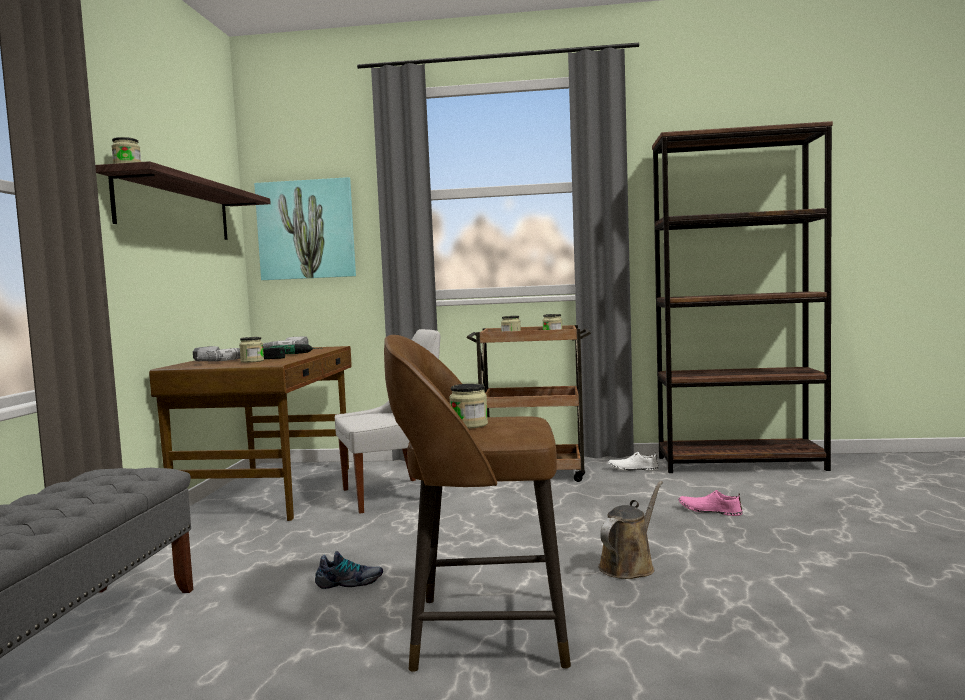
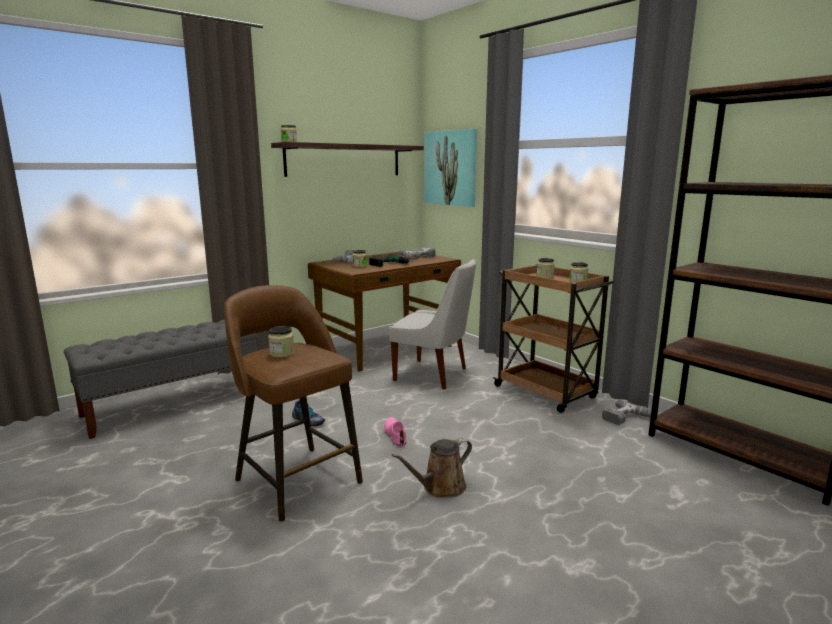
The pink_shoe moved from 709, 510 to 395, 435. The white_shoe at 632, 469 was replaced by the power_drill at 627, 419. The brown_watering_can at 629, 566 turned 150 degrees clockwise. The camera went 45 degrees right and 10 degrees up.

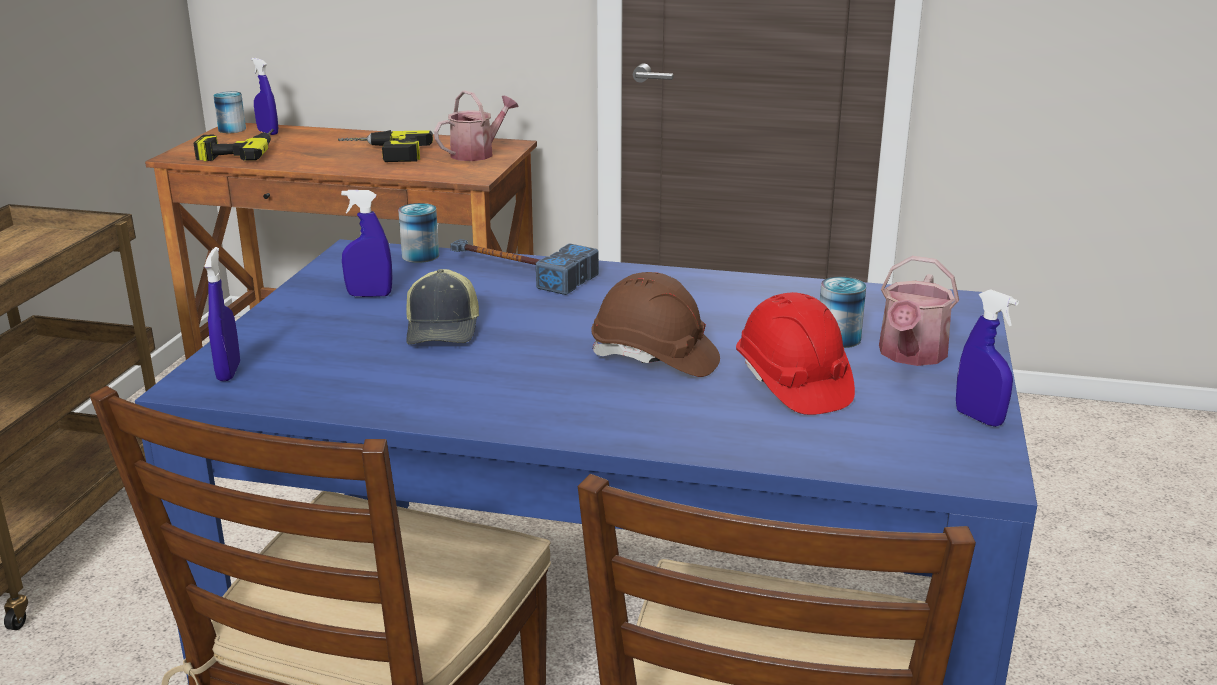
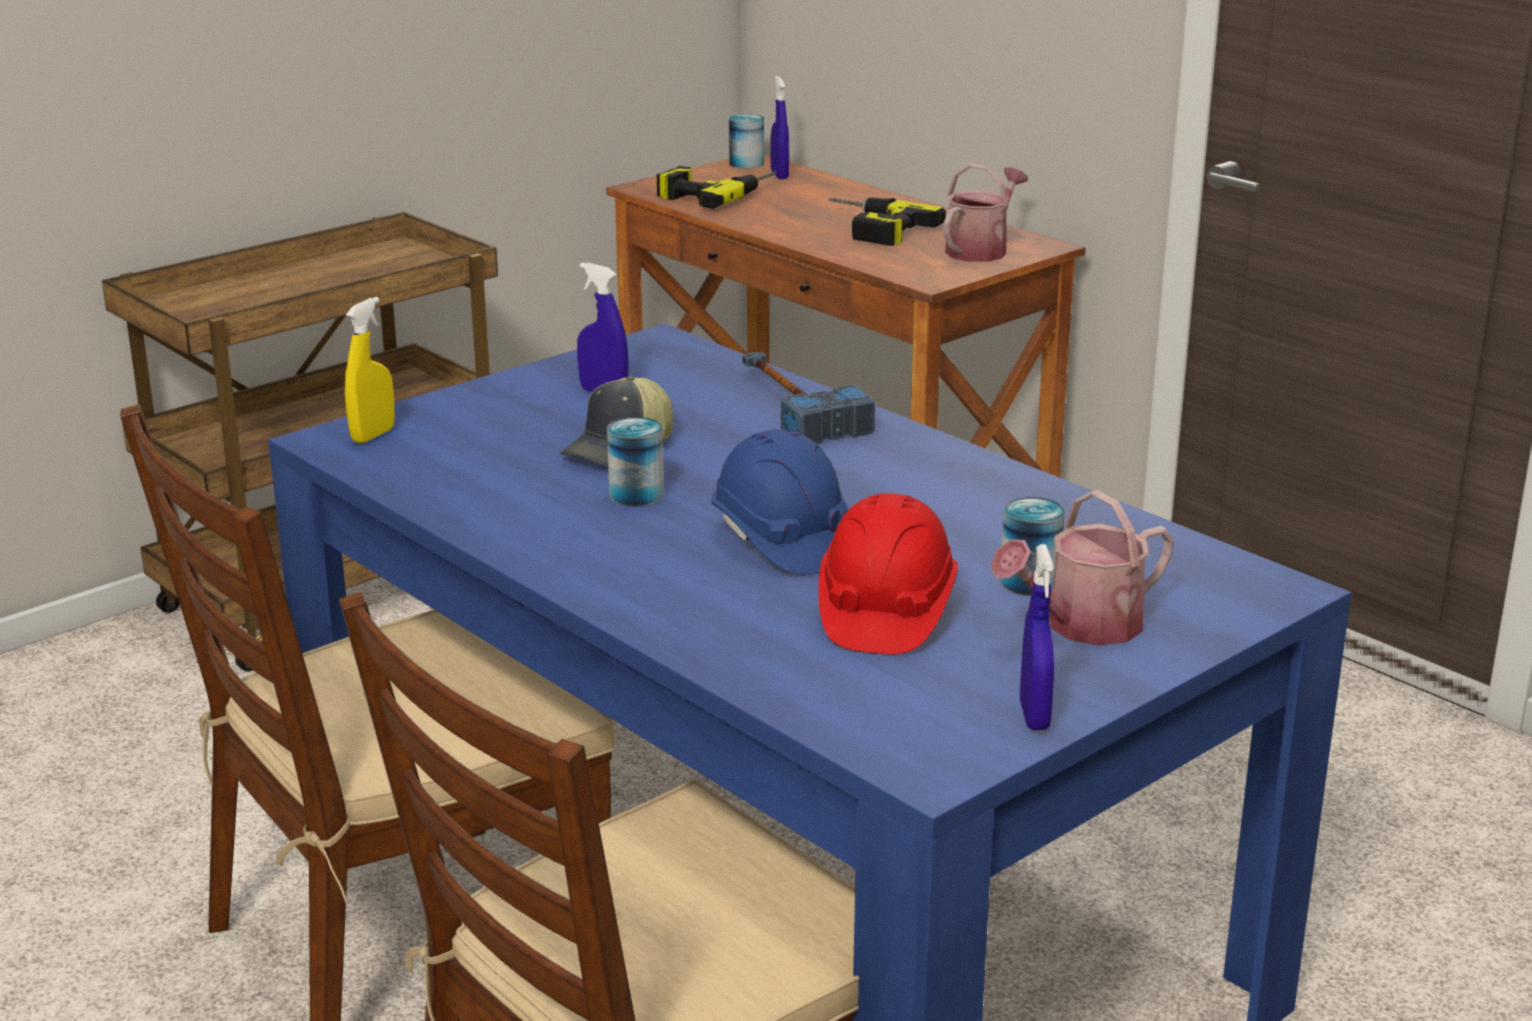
The can moved from 420, 256 to 636, 495. The blue_spray_bottle at 228, 372 became the yellow_spray_bottle at 373, 435. The brown_hard_hat at 654, 358 became the blue_hard_hat at 782, 541. The watering_can at 477, 153 turned 45 degrees counterclockwise. The camera went 35 degrees right and 0 degrees up.

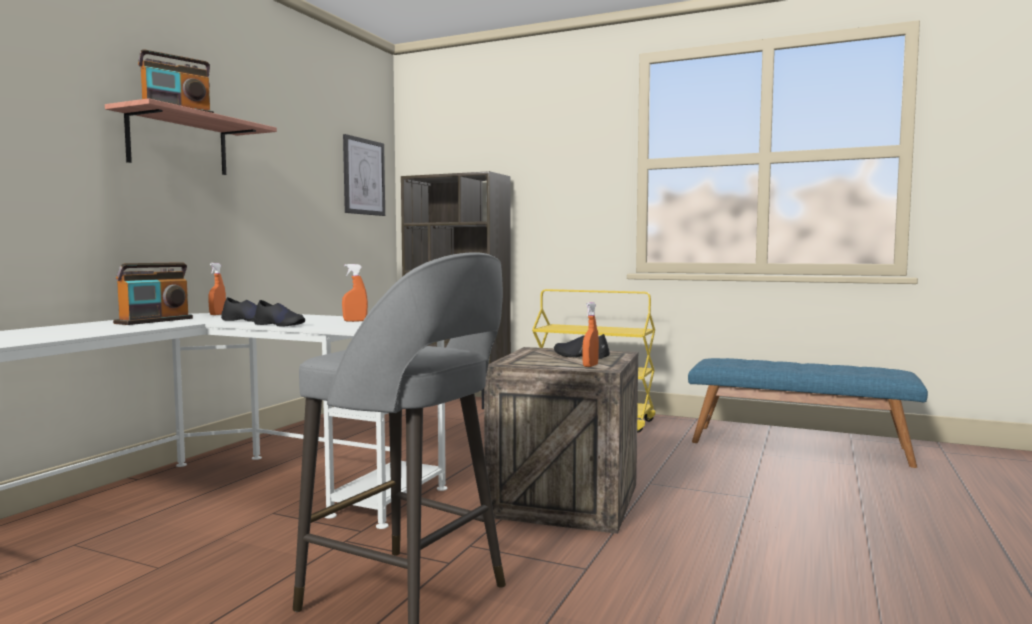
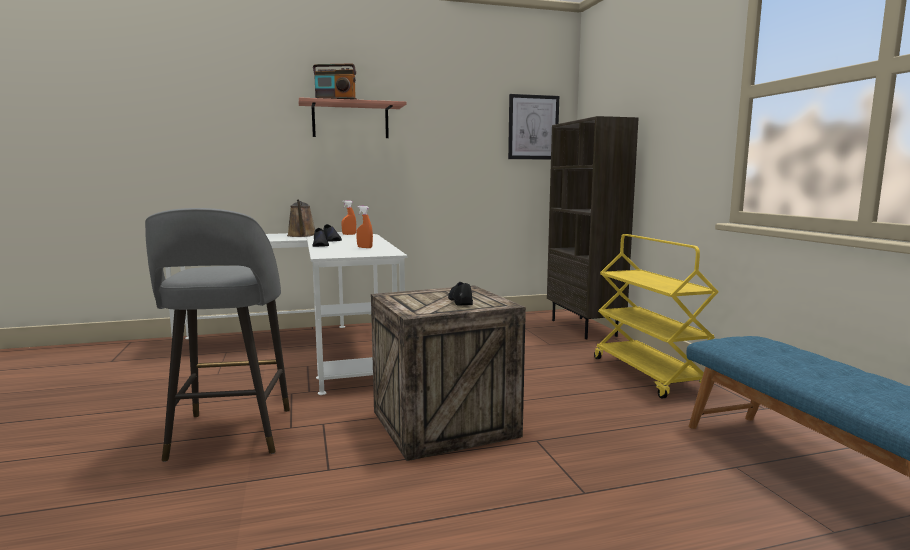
The orange_spray_bottle at 590, 366 disappeared. The radio at 154, 321 was replaced by the brown_watering_can at 302, 235. The camera went 50 degrees right and 5 degrees up.

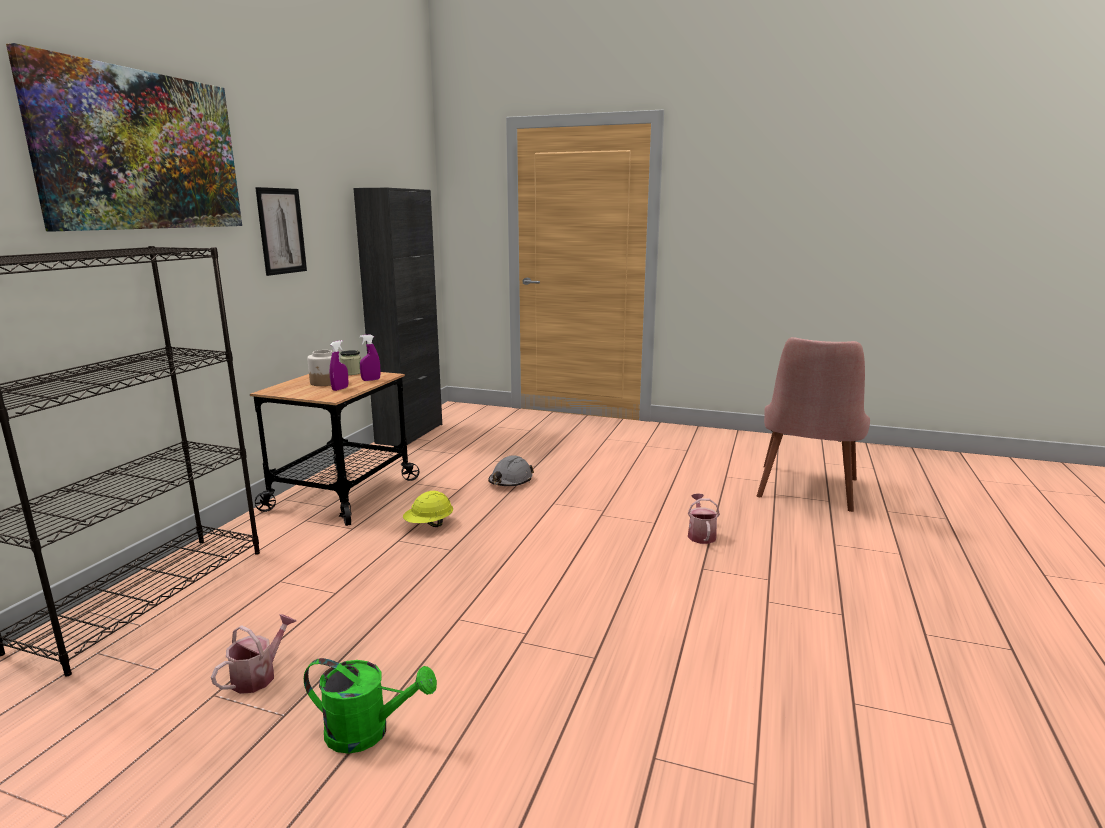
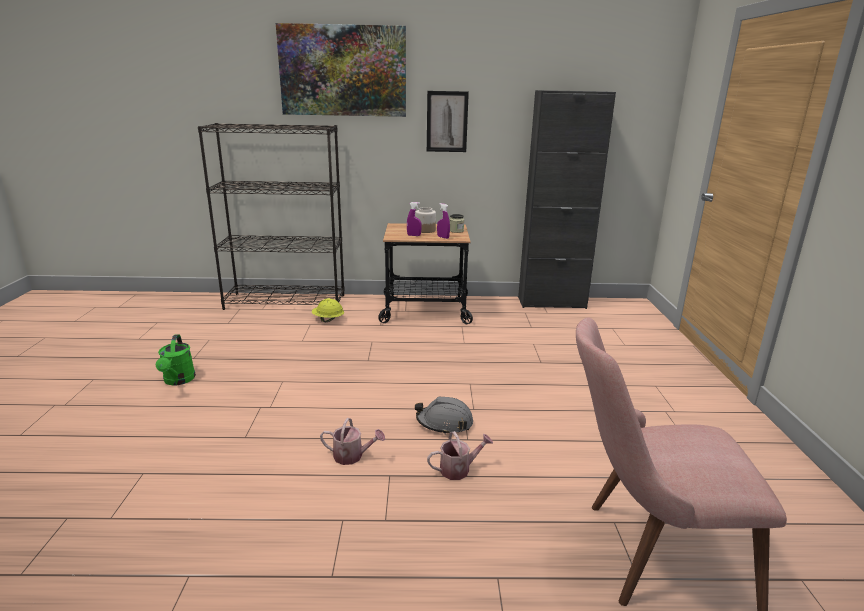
The watering_can moved from 258, 675 to 352, 456. The yellow_hard_hat moved from 429, 525 to 328, 320. The grey_hard_hat moved from 510, 481 to 444, 423. The camera went 70 degrees right and 5 degrees up.

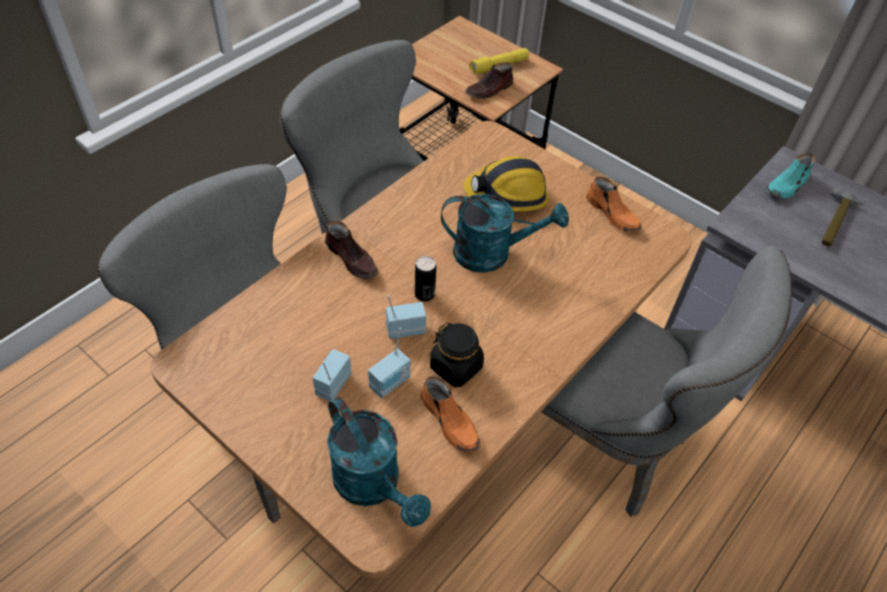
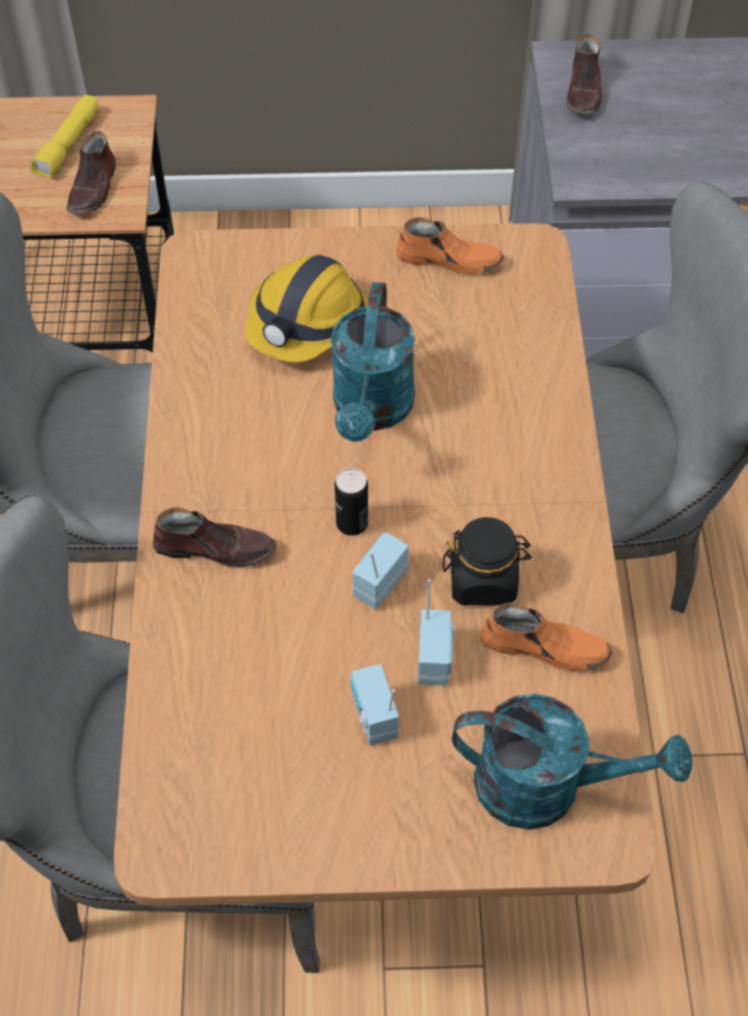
The hammer at 835, 223 disappeared. The turquoise_shoe at 787, 186 became the brown_shoe at 584, 91. The turquoise_watering_can at 492, 253 turned 135 degrees clockwise. The camera went 40 degrees left and 5 degrees up.

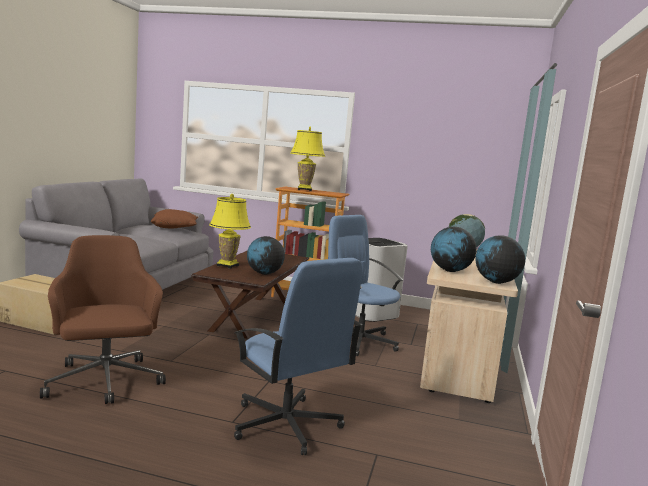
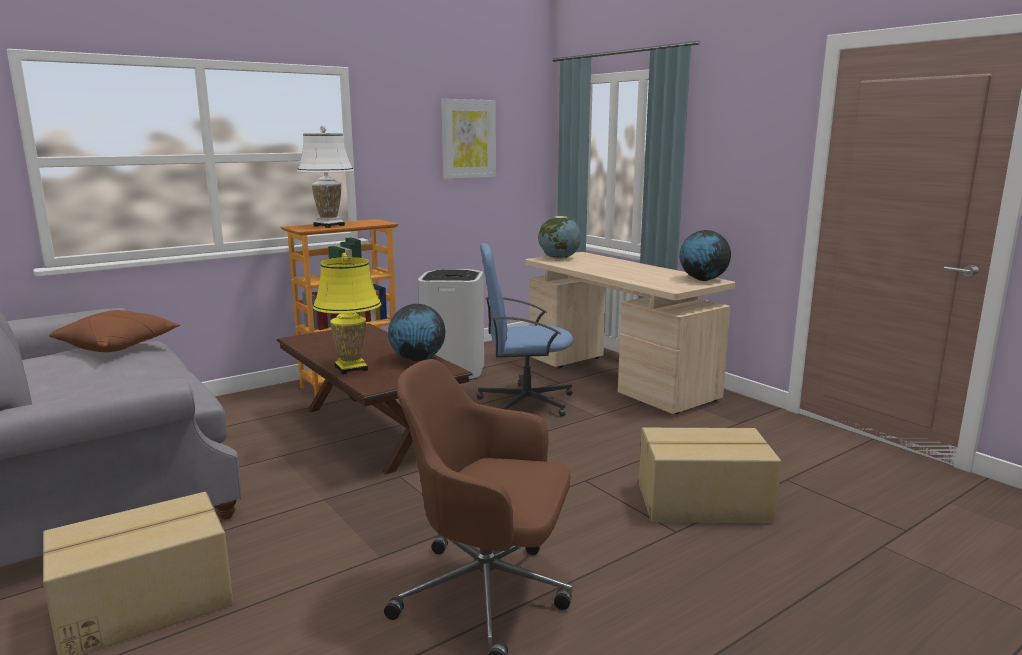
The globe at 450, 270 disappeared. The picture at 468, 139 appeared. The blue_office_chair at 286, 425 was replaced by the cardboard_box at 704, 504. The yellow_table_lamp at 304, 190 became the white_table_lamp at 329, 226. The camera went 50 degrees left and 5 degrees up.

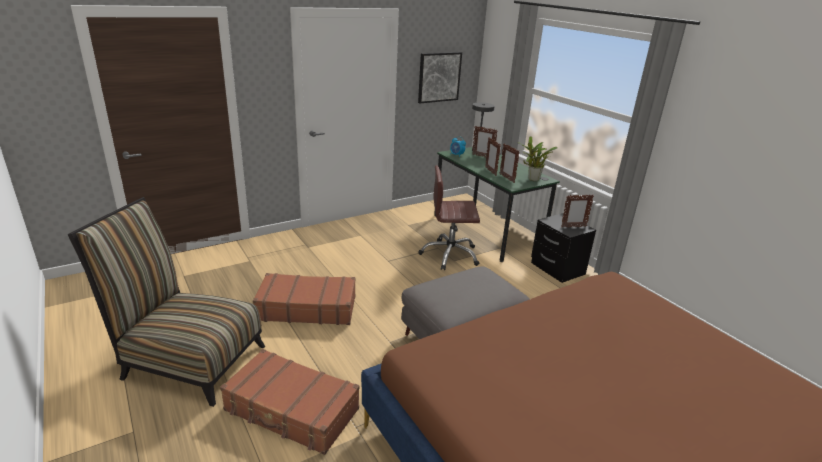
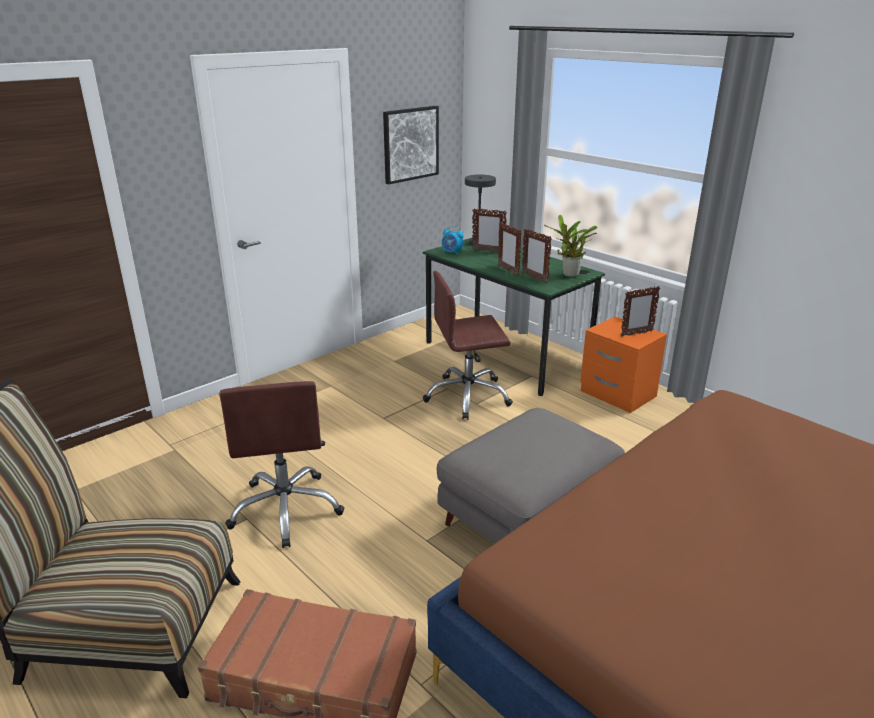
The brown_suitcase at 307, 308 was replaced by the brown_office_chair at 286, 509. The black_nightstand at 556, 269 became the orange_nightstand at 617, 394. The camera went 10 degrees left and 0 degrees up.

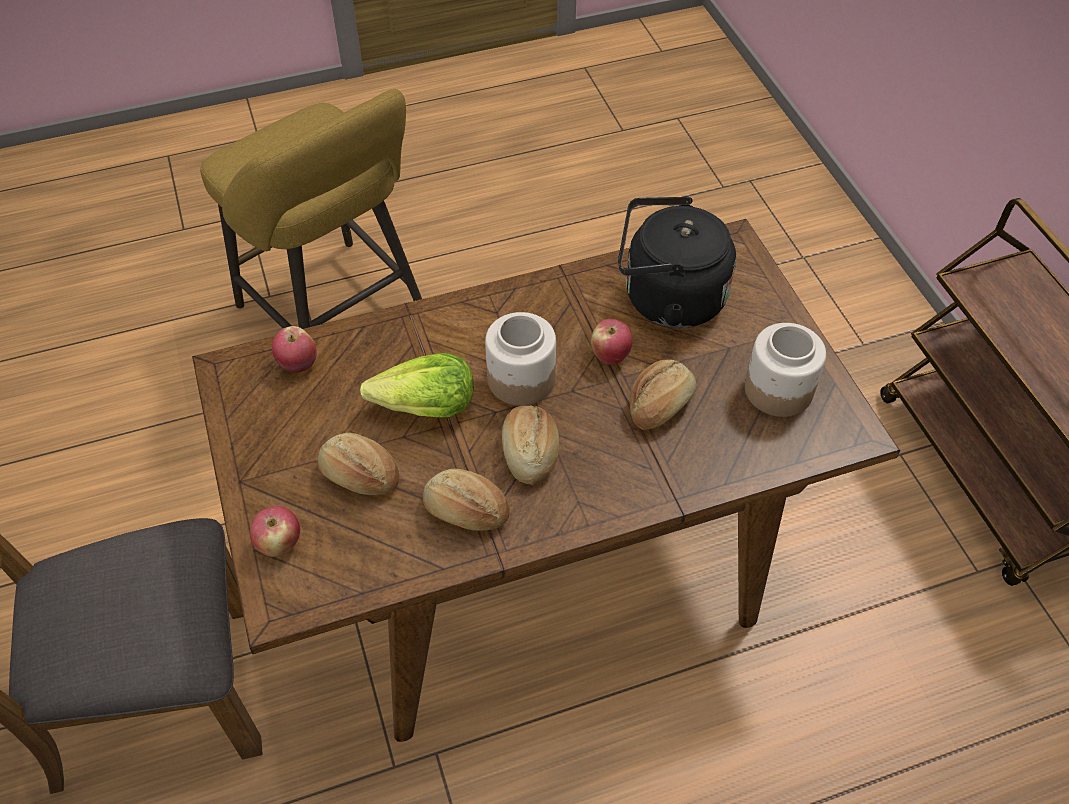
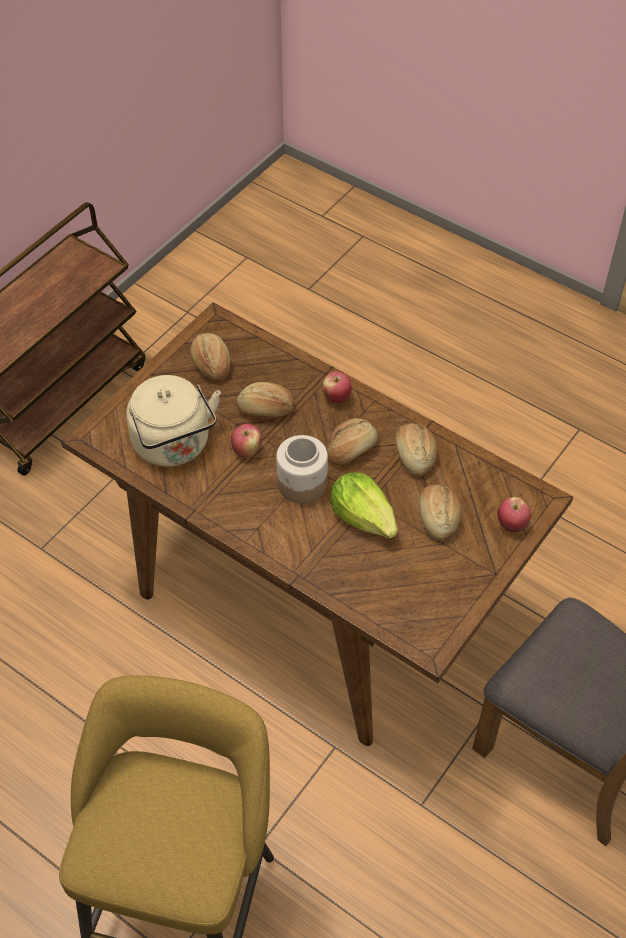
The apple moved from 298, 364 to 336, 397. The jar at 777, 390 was replaced by the bread at 211, 364. The black_kettle at 667, 299 became the beige_kettle at 174, 446. The camera went 125 degrees left and 0 degrees up.

